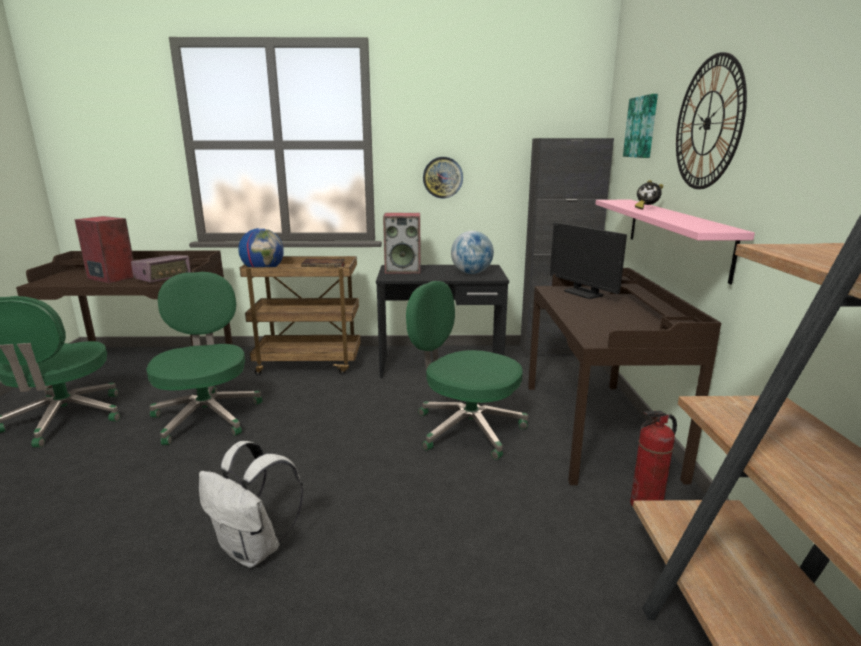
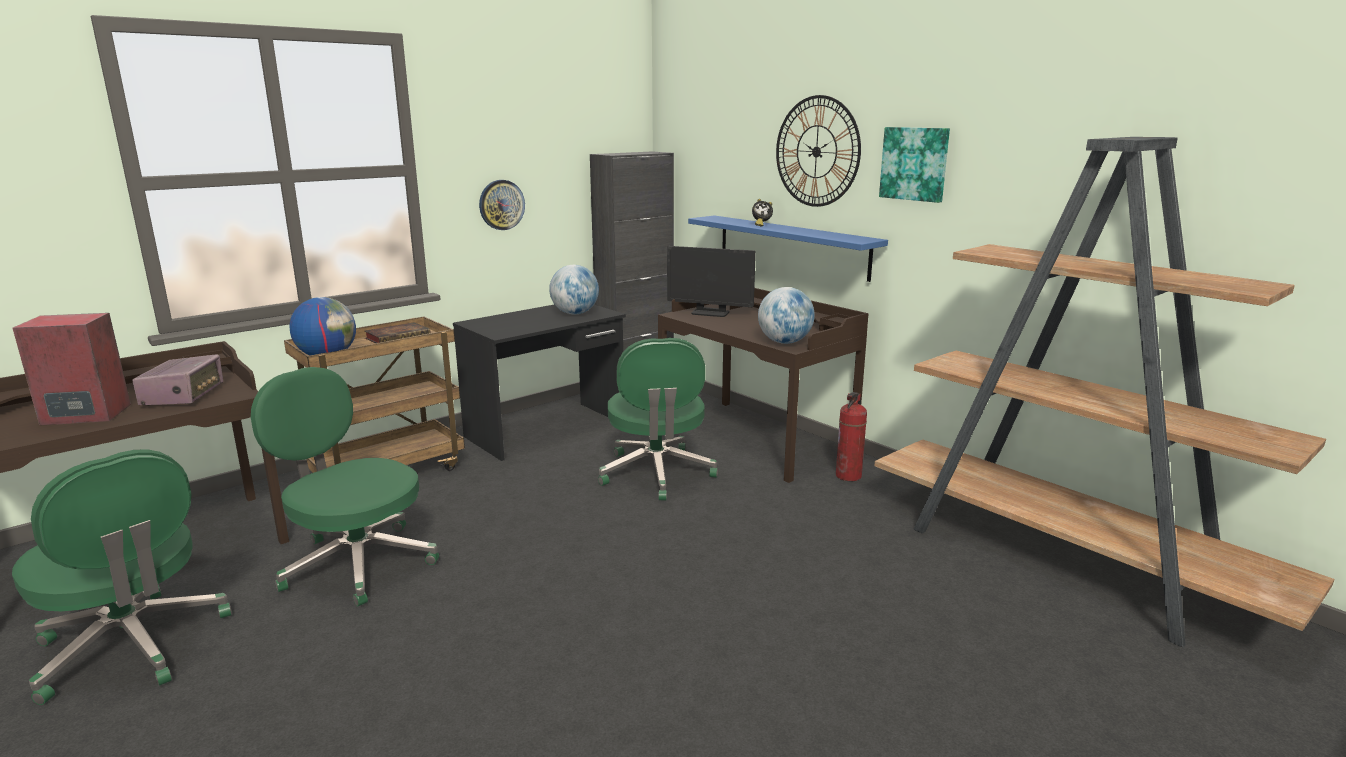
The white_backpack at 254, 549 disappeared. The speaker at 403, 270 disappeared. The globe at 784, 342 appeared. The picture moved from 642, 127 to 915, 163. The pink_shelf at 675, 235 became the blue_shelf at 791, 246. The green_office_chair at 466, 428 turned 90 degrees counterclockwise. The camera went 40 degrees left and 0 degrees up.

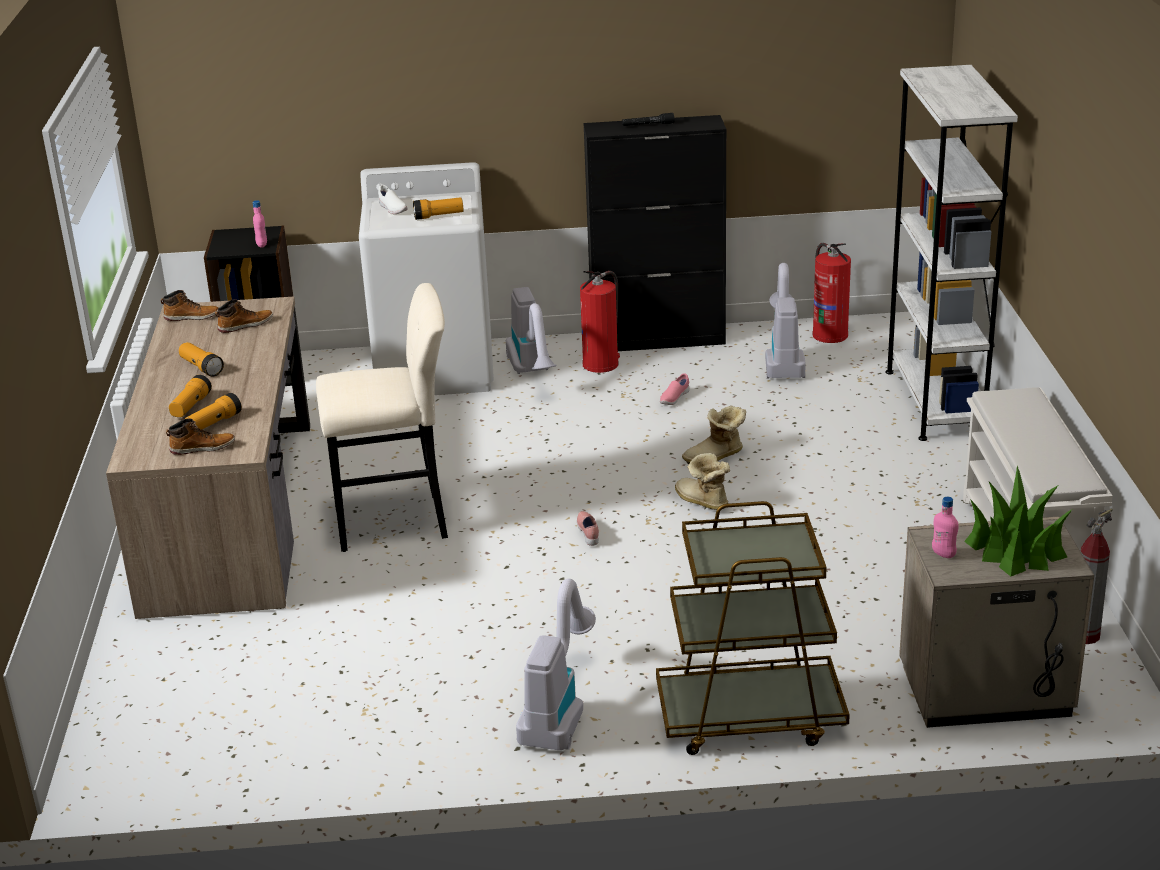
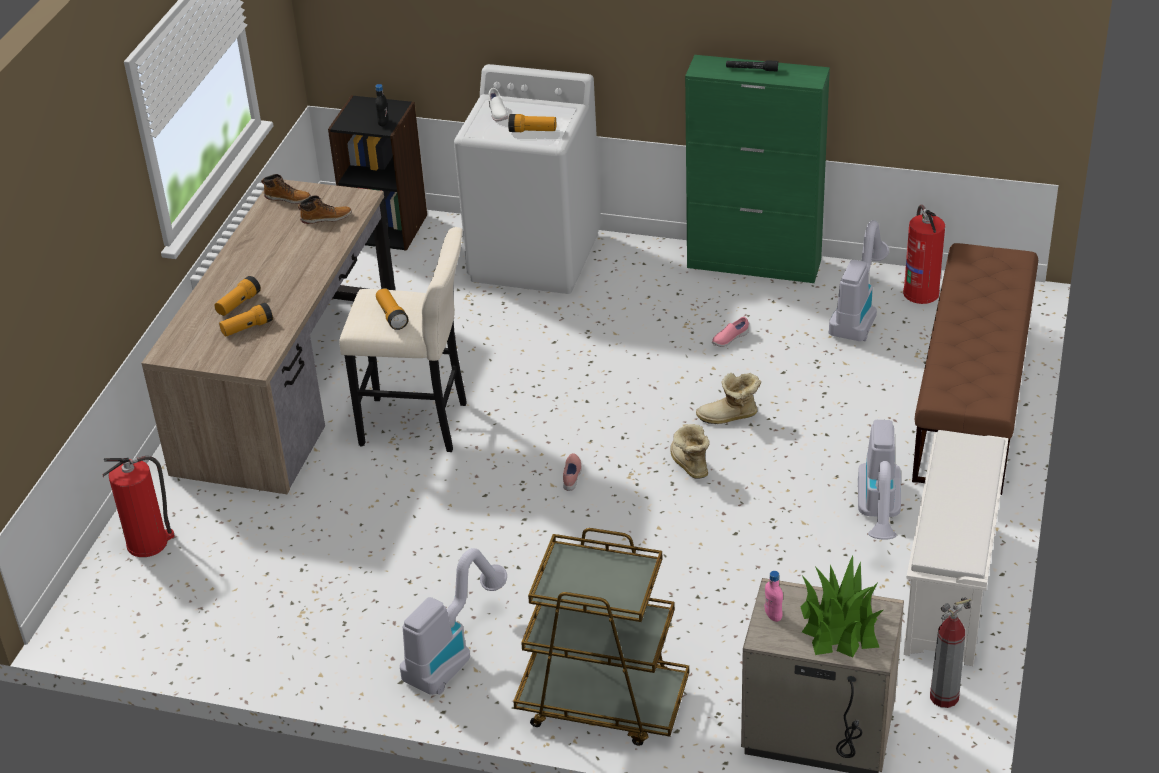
The boot at 202, 448 disappeared. The flashlight moved from 201, 367 to 391, 316. The vacuum_cleaner moved from 533, 372 to 879, 515. The fire_extinguisher moved from 601, 364 to 149, 543. The white_bookcase at 934, 402 was replaced by the brown_bench at 972, 398. The pink_bottle at 262, 245 became the black_bottle at 383, 123. The black_cabinet at 658, 339 became the green_cabinet at 754, 264. The camera went 20 degrees right and 10 degrees up.

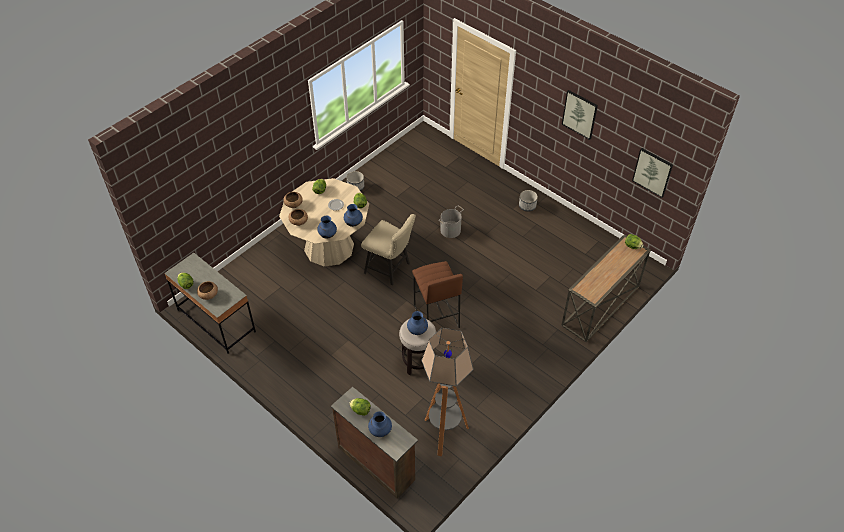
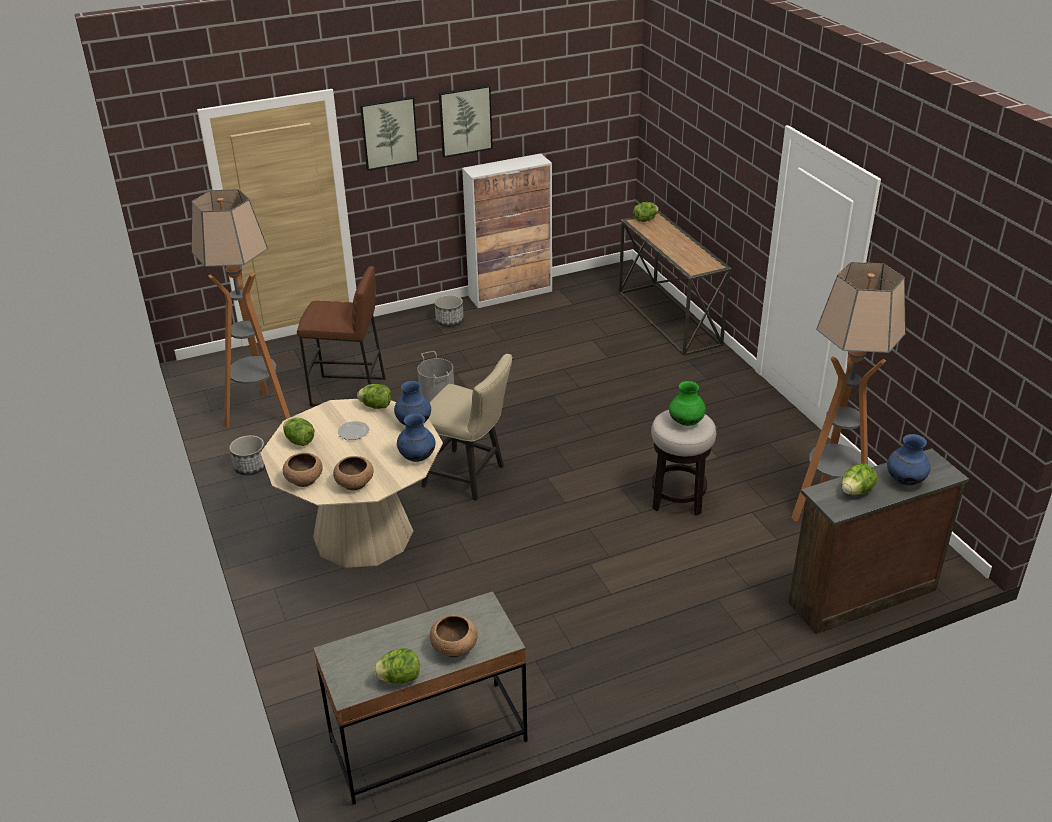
The floor_lamp at 260, 414 appeared. The cabinet at 511, 294 appeared. The brown_stool moved from 436, 316 to 348, 392. The picture moved from 652, 172 to 389, 132. The blue_vase at 417, 330 became the green_vase at 686, 422. The beige_chair at 390, 269 turned 60 degrees clockwise. The camera went 65 degrees left and 15 degrees down.

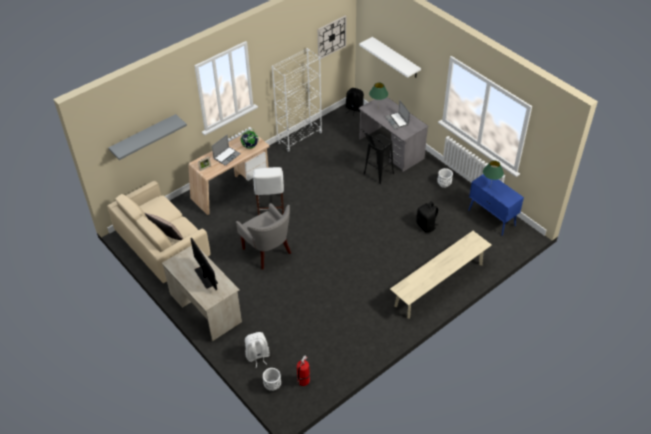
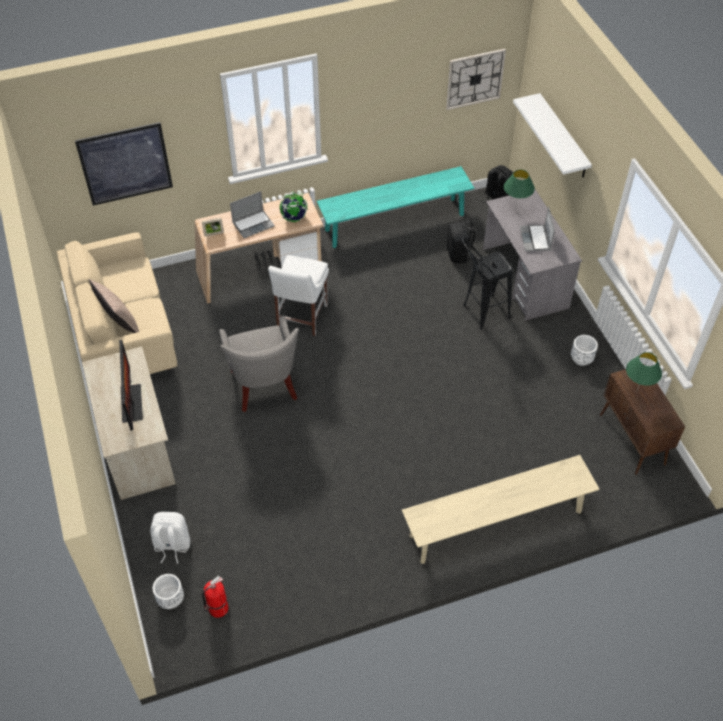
The black_backpack moved from 426, 226 to 459, 254. The grey_shelf at 144, 136 was replaced by the picture at 125, 164. The white_bookcase at 299, 138 was replaced by the turquoise_bench at 394, 222. The blue_cabinet at 492, 218 became the brown_cabinet at 632, 440. The camera went 20 degrees right and 5 degrees up.

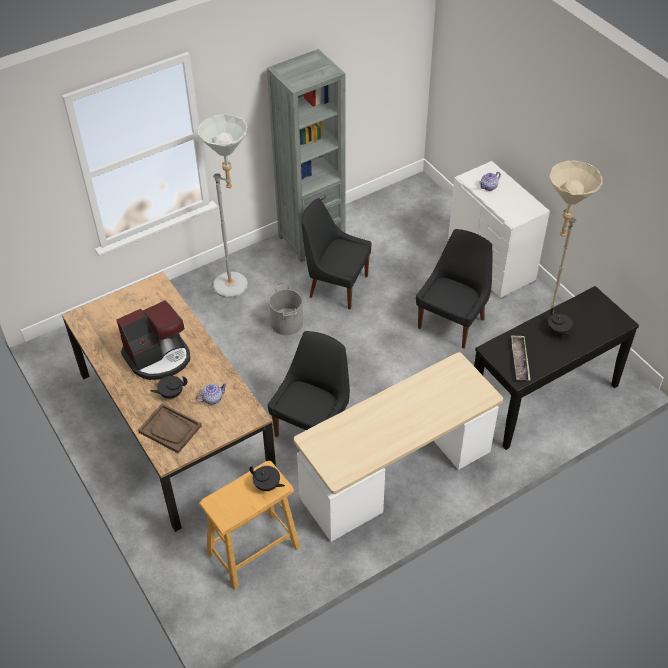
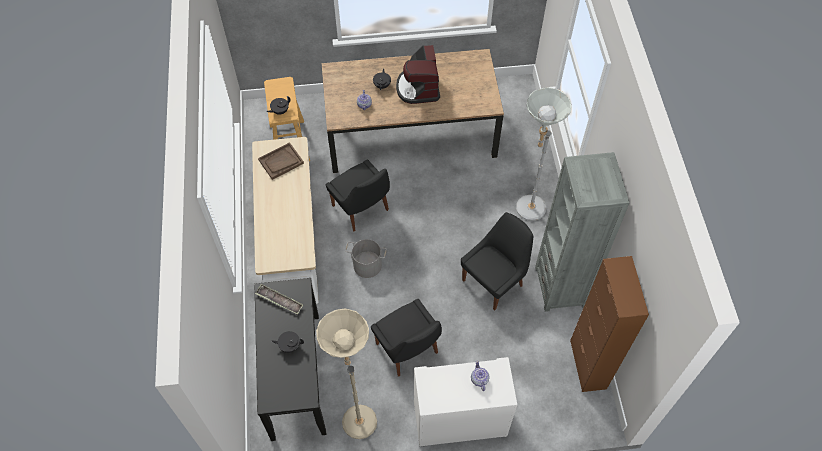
The brown_cabinet at 588, 364 appeared. The brown_tray moved from 170, 429 to 281, 162. The grey_bucket moved from 286, 323 to 367, 265. The camera went 115 degrees right and 10 degrees up.

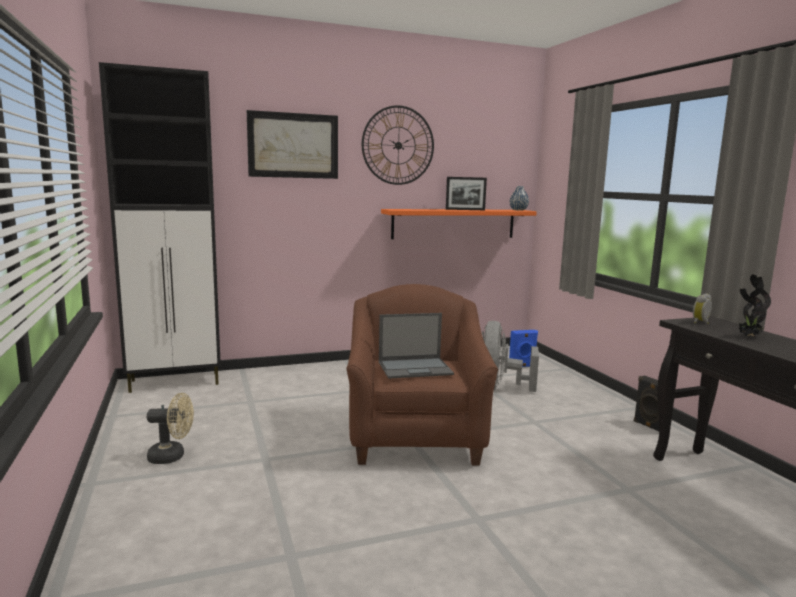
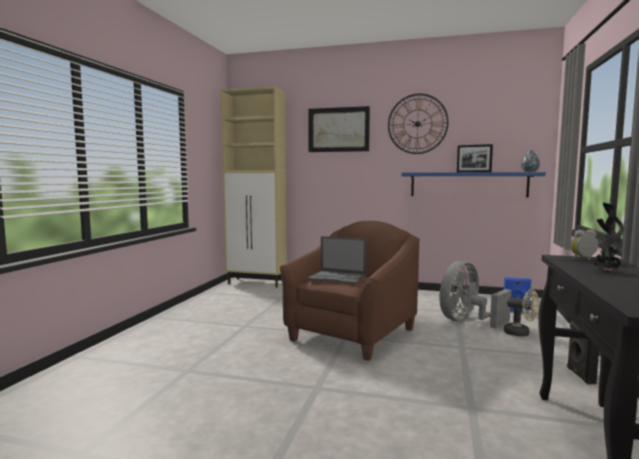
The beige_fan moved from 172, 456 to 521, 333. The black_cabinet at 176, 382 became the beige_cabinet at 257, 283. The orange_shelf at 454, 223 became the blue_shelf at 468, 184. The camera went 35 degrees right and 5 degrees down.

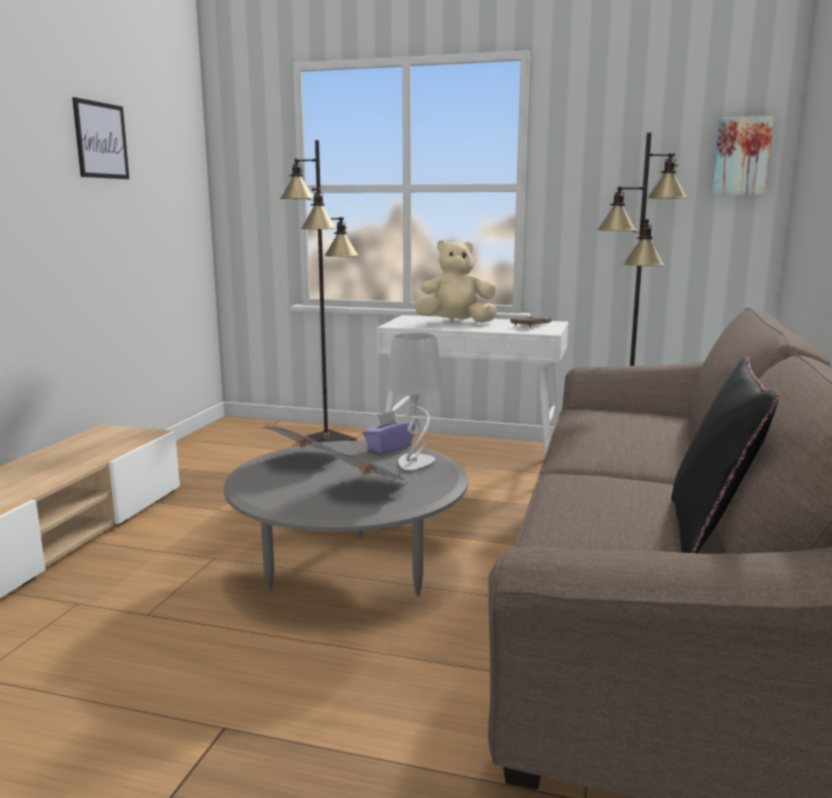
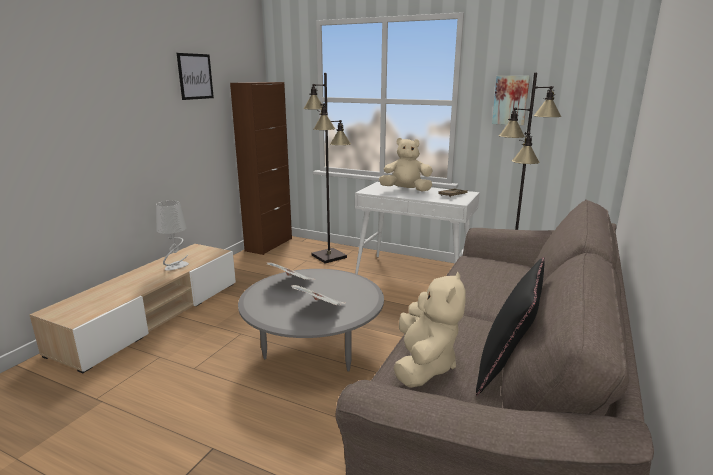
The purple_tissue_box at 388, 448 disappeared. The brown_cabinet at 269, 245 appeared. The beige_plush_toy at 424, 365 appeared. The grey_table_lamp moved from 415, 463 to 176, 266. The picture moved from 741, 156 to 510, 100. The camera went 10 degrees right and 5 degrees up.

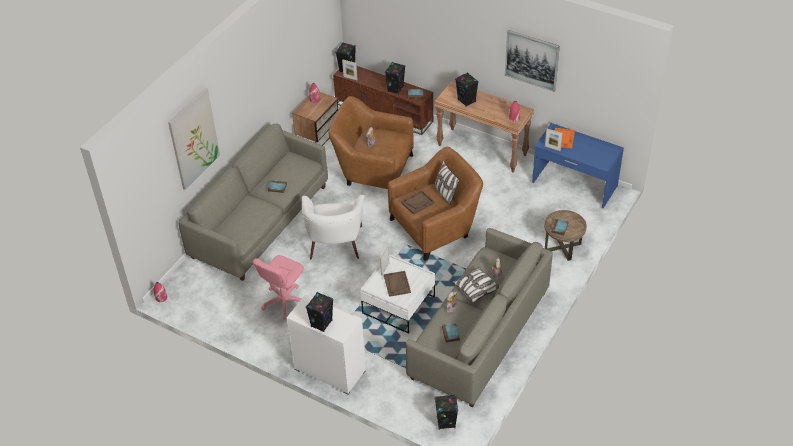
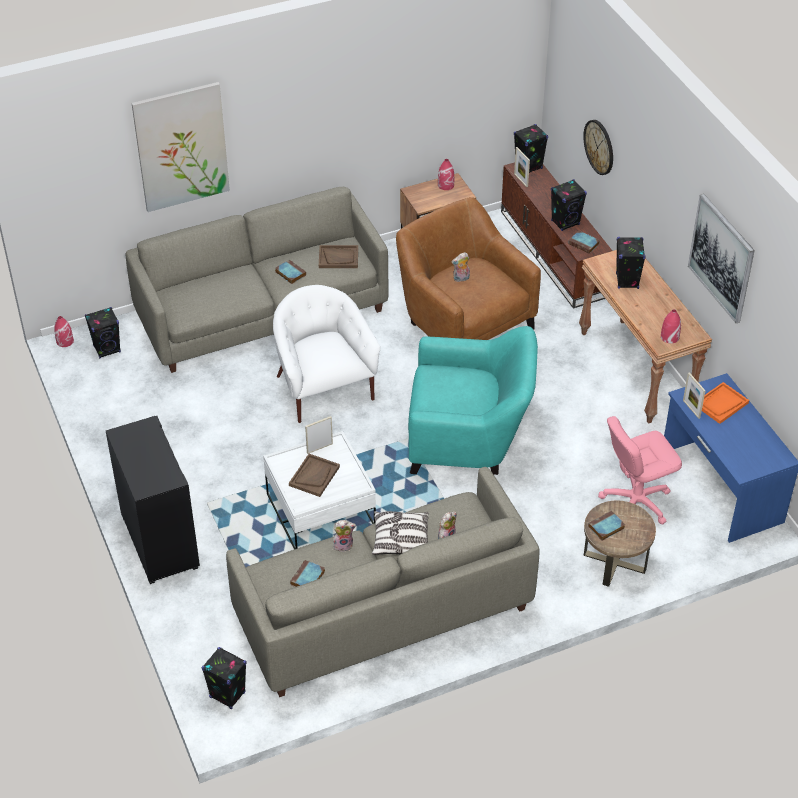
The pillow at 445, 194 disappeared. The wall_clock at 599, 147 appeared. The pink_office_chair moved from 284, 302 to 635, 502. The black_speaker moved from 321, 323 to 107, 349. The brown_tray moved from 418, 203 to 338, 258. The white_cabinet at 329, 370 became the black_cabinet at 158, 540. The brown_armchair at 435, 227 became the turquoise_armchair at 469, 438. The white_armchair at 335, 242 turned 120 degrees clockwise. The camera went 35 degrees right and 0 degrees up.

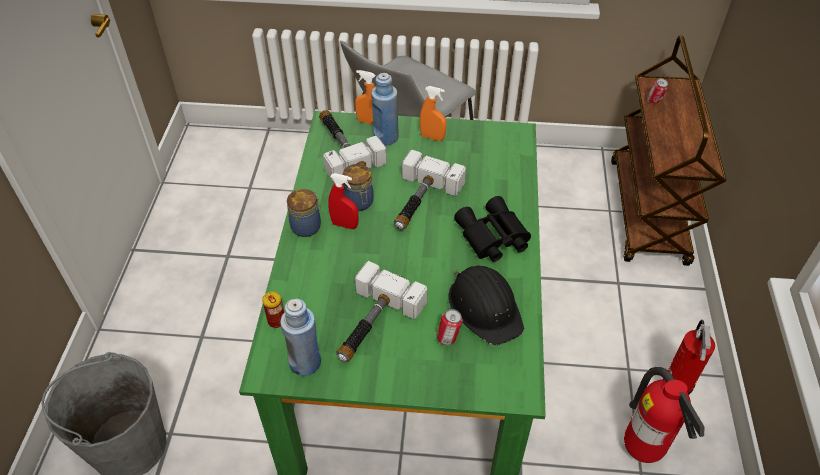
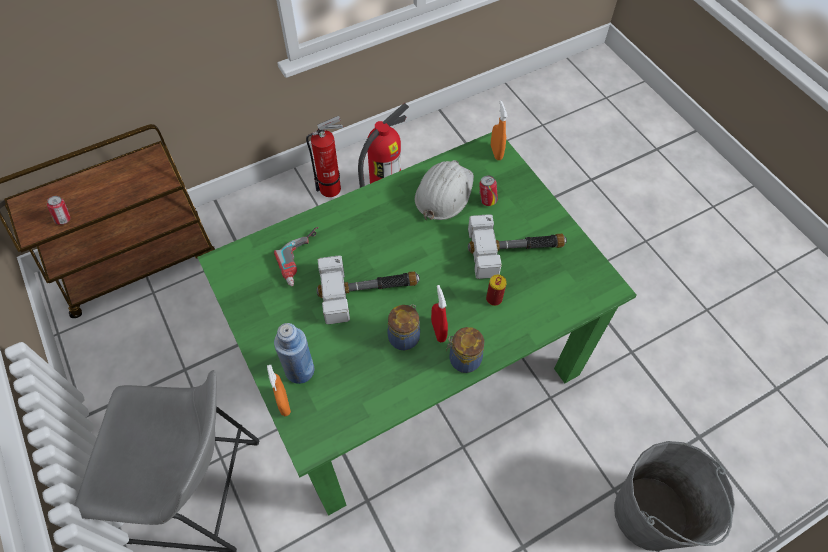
The blue_bottle at 305, 362 disappeared. The hammer at 342, 148 disappeared. The black_binoculars at 492, 237 disappeared. The power_drill at 304, 259 appeared. The can moved from 276, 321 to 494, 299. The orange_spray_bottle moved from 432, 137 to 496, 152. The black_hard_hat at 485, 307 became the white_hard_hat at 443, 193. The camera went 125 degrees left and 10 degrees up.

